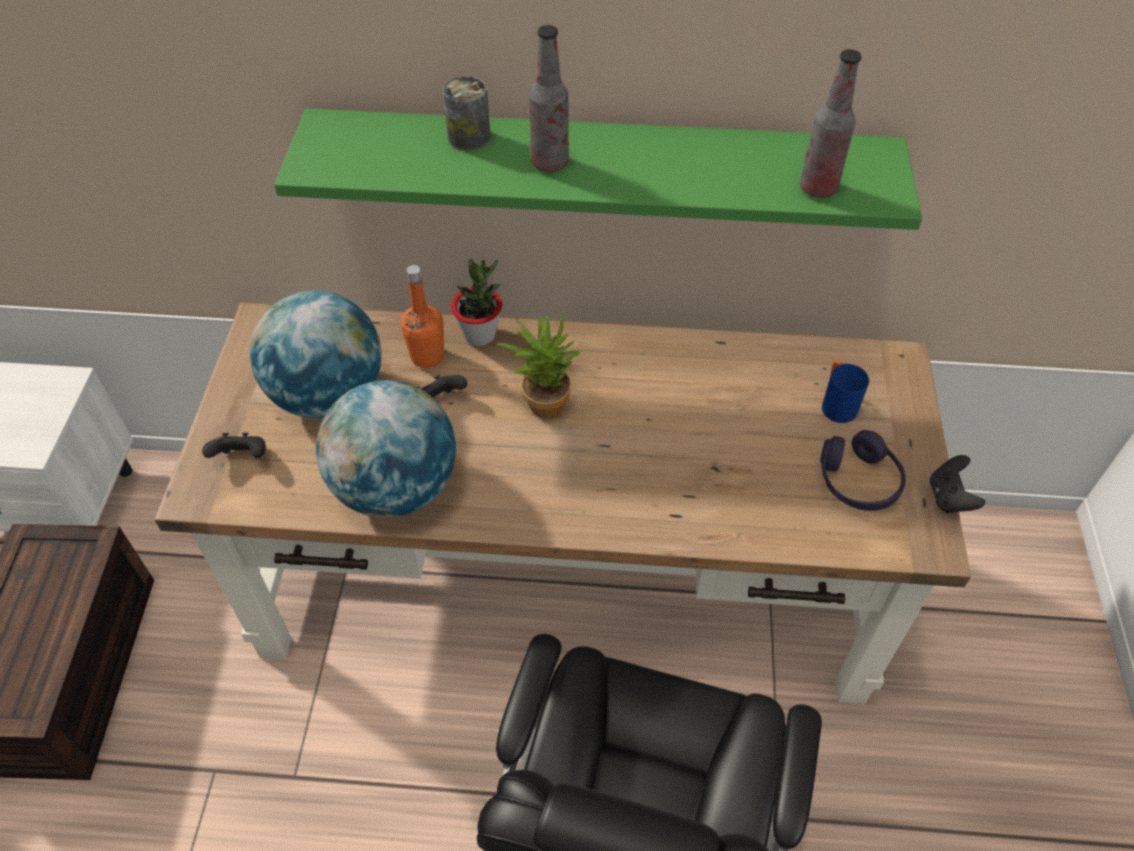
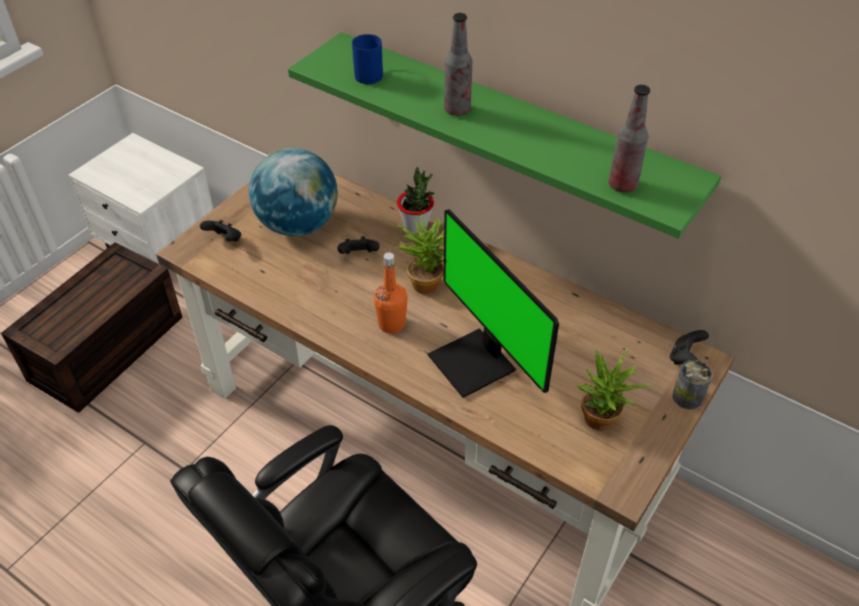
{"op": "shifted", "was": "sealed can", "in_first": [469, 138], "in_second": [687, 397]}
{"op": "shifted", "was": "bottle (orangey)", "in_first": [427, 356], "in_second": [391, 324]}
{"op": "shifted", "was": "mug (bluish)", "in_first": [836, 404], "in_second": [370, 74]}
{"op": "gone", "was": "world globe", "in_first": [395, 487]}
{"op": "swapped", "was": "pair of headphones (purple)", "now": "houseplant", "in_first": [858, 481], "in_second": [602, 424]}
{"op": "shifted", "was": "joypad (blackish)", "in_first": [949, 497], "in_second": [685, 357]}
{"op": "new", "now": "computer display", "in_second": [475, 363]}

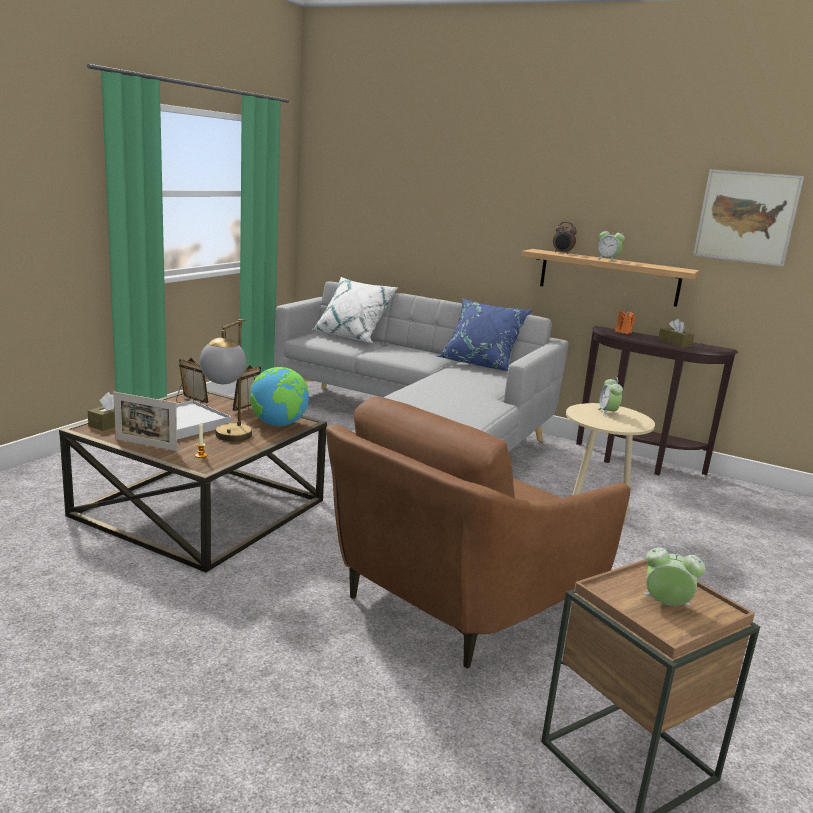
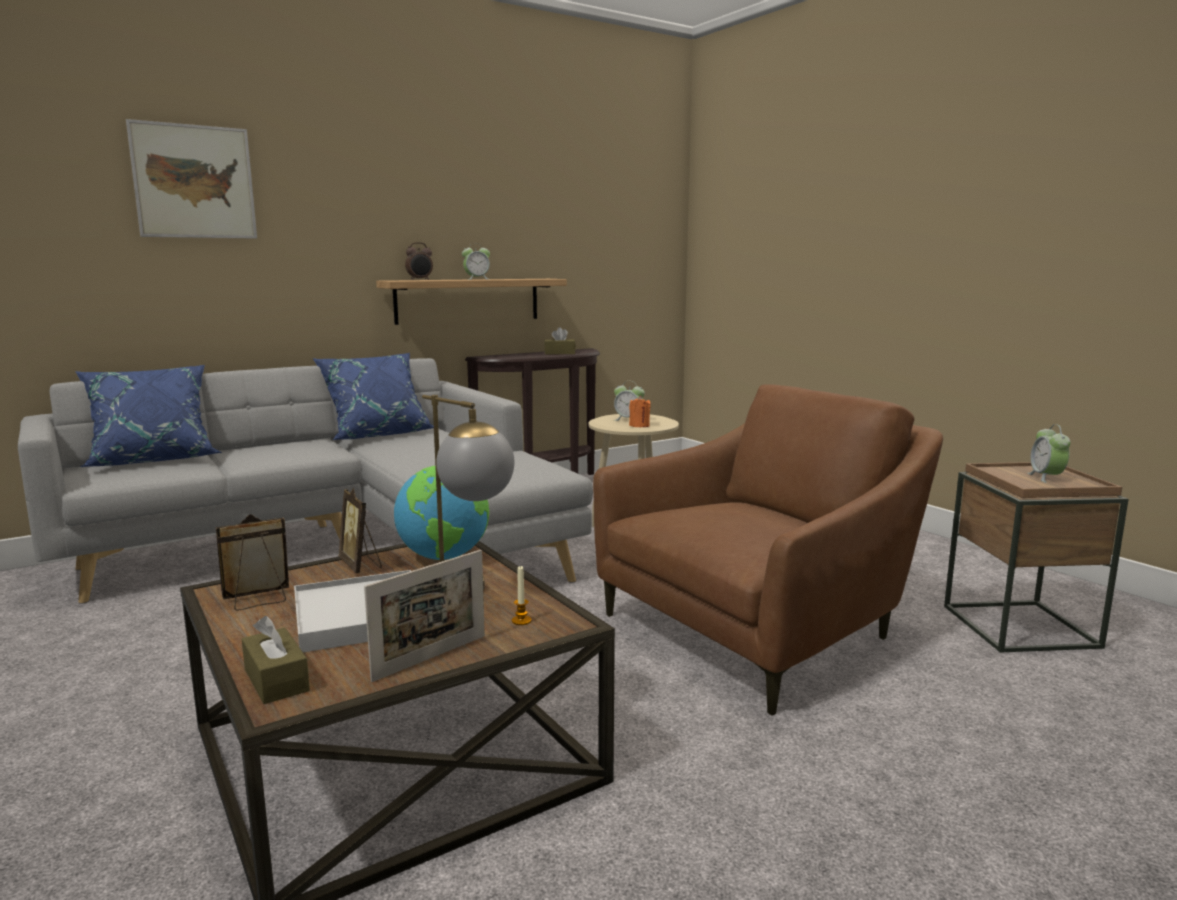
{"op": "shifted", "was": "wall art", "in_first": [746, 217], "in_second": [194, 182]}
{"op": "repainted", "was": "cushion (white-coloured)", "now": "cushion (bluish)", "in_first": [352, 337], "in_second": [153, 459]}
{"op": "shifted", "was": "candle (orangey)", "in_first": [623, 332], "in_second": [639, 425]}
{"op": "rotated", "was": "lounge chair (brownish)", "in_first": [456, 600], "in_second": [761, 629], "clockwise": -105}
{"op": "rotated", "was": "alarm clock", "in_first": [666, 604], "in_second": [1046, 478], "clockwise": -45}

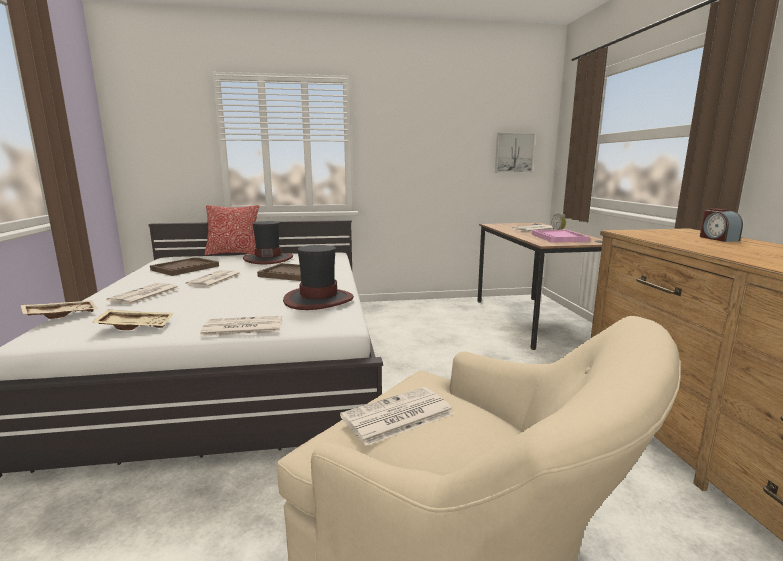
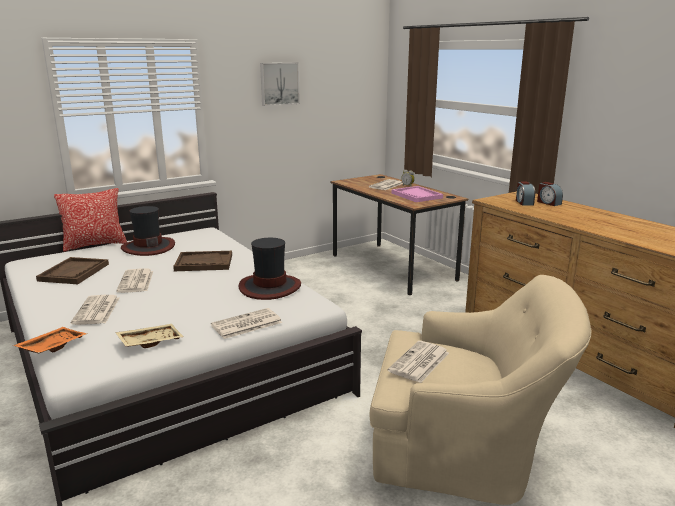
{"op": "shifted", "was": "wall art", "in_first": [513, 153], "in_second": [279, 83]}
{"op": "repainted", "was": "tray (beige)", "now": "tray (orangey)", "in_first": [61, 315], "in_second": [52, 347]}
{"op": "new", "now": "alarm clock", "in_second": [524, 202]}

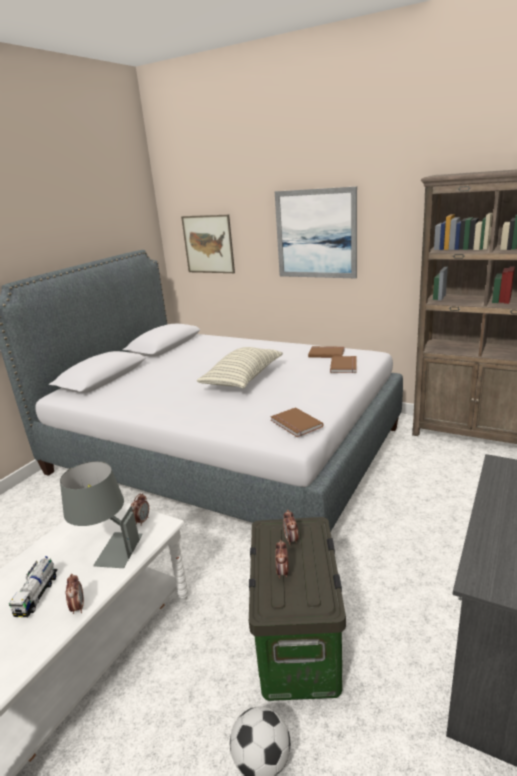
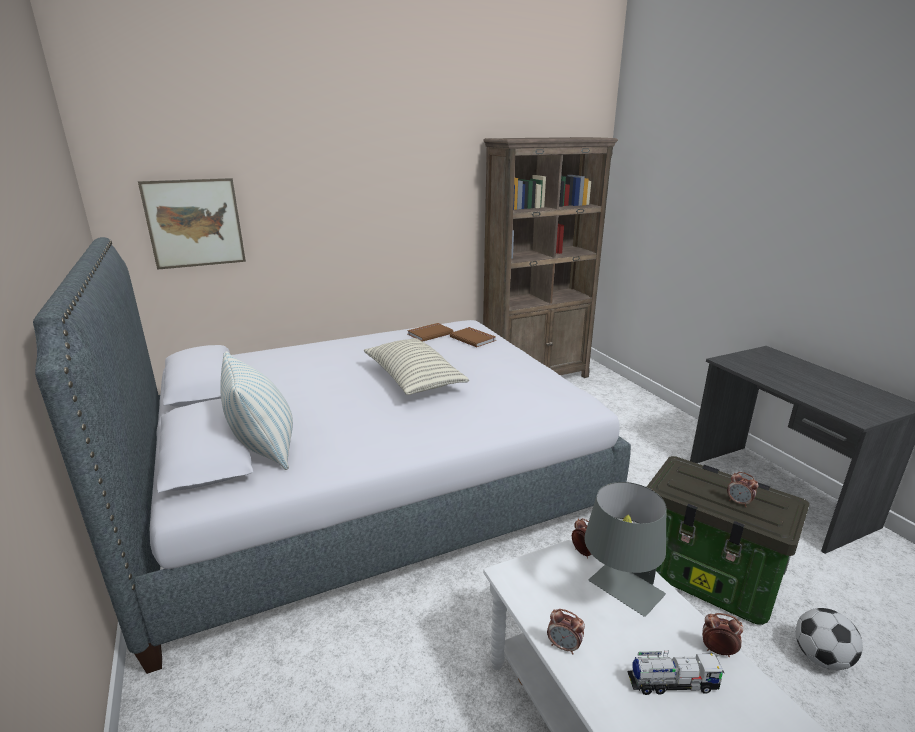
{"op": "gone", "was": "wall art", "in_first": [316, 234]}
{"op": "gone", "was": "volume (brownish)", "in_first": [295, 424]}
{"op": "shifted", "was": "alarm clock", "in_first": [291, 540], "in_second": [564, 646]}
{"op": "rotated", "was": "toy lorry", "in_first": [37, 595], "in_second": [672, 683], "clockwise": -45}
{"op": "new", "now": "cushion", "in_second": [263, 448]}

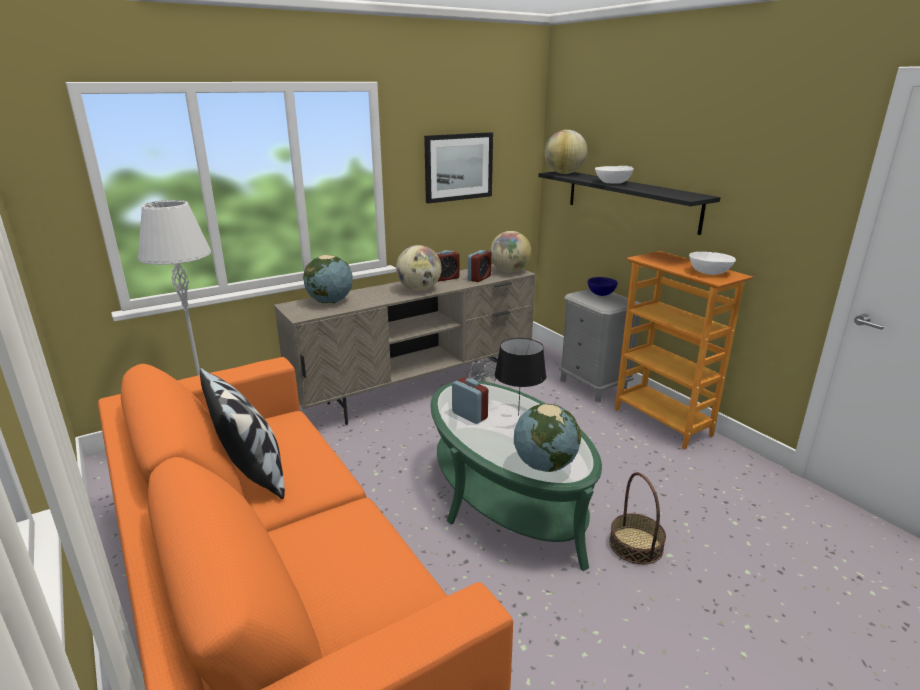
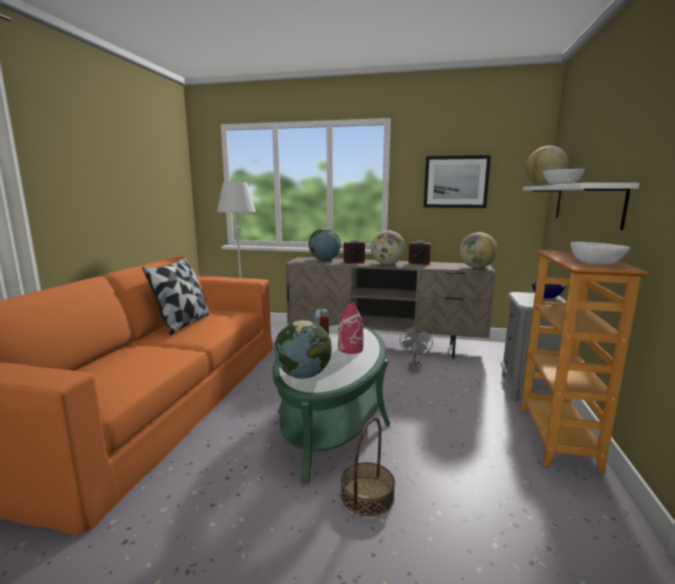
{"op": "repainted", "was": "bracket shelf (blackish)", "now": "bracket shelf (white-coloured)", "in_first": [630, 200], "in_second": [585, 204]}
{"op": "shifted", "was": "alarm clock", "in_first": [479, 278], "in_second": [353, 262]}
{"op": "swapped", "was": "tabletop lamp (blackish)", "now": "flower vase (red-coloured)", "in_first": [518, 415], "in_second": [350, 349]}

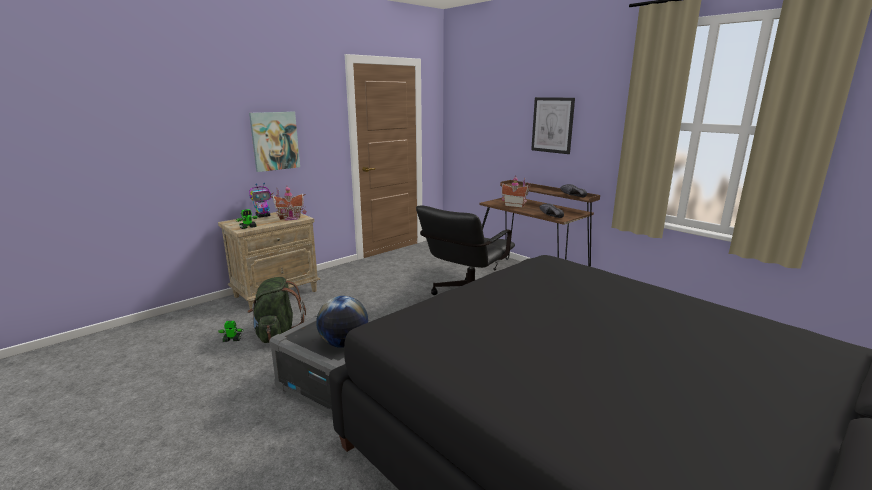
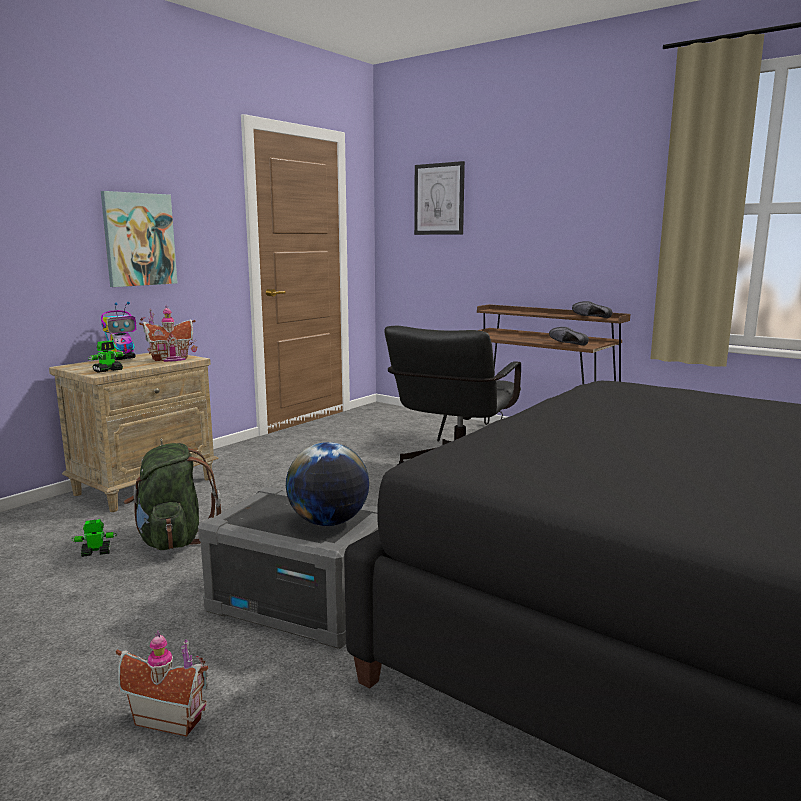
{"op": "shifted", "was": "wall art", "in_first": [552, 125], "in_second": [439, 199]}
{"op": "shifted", "was": "toy house", "in_first": [514, 205], "in_second": [170, 717]}

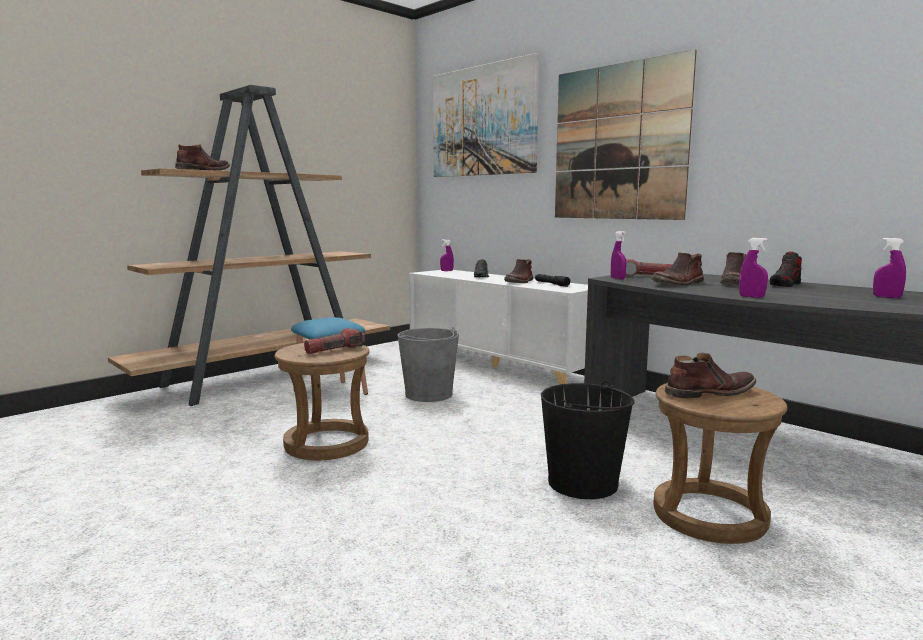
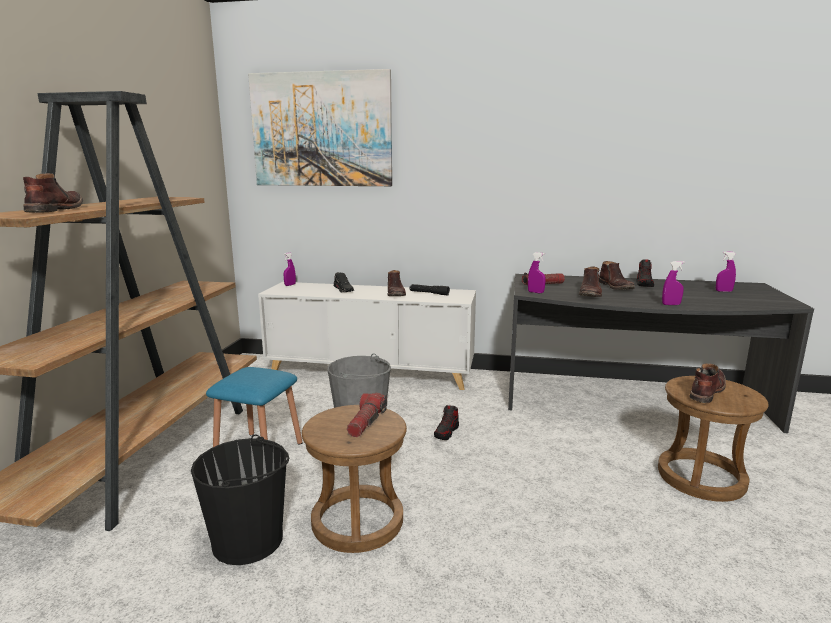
{"op": "gone", "was": "wall art", "in_first": [619, 142]}
{"op": "shifted", "was": "water bucket (blackish)", "in_first": [583, 483], "in_second": [248, 540]}
{"op": "new", "now": "low shoe", "in_second": [446, 432]}

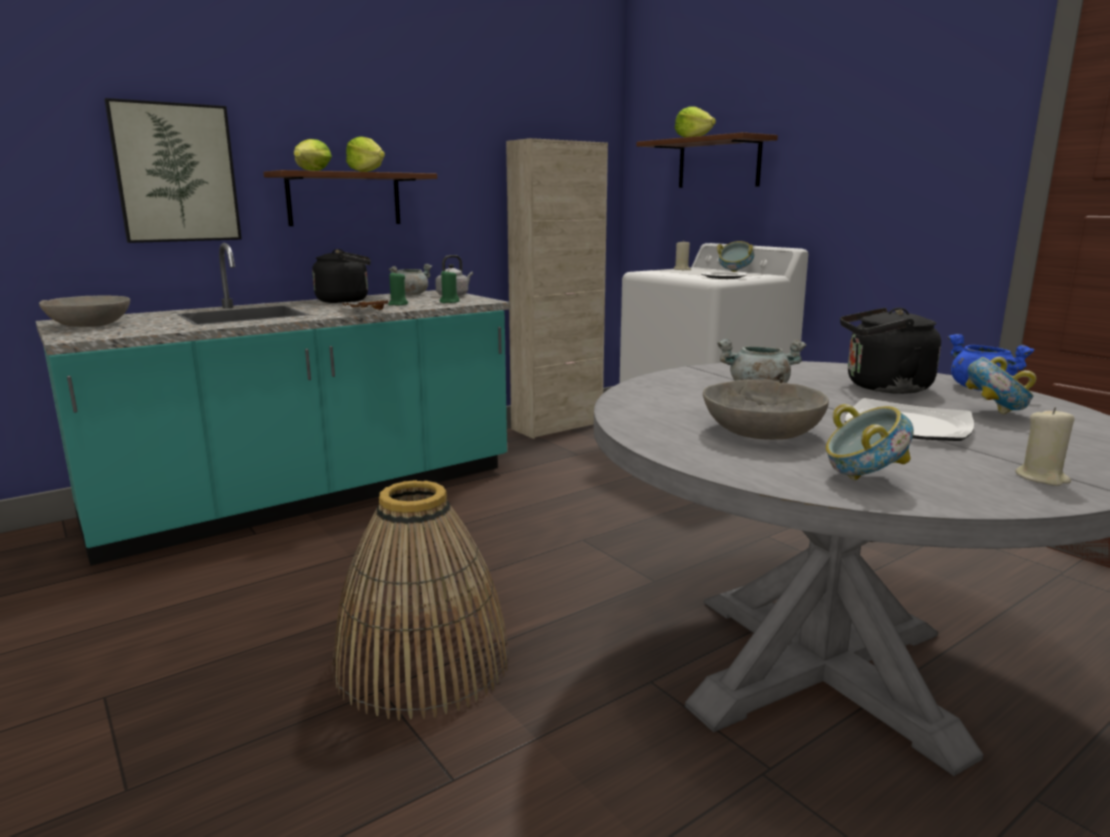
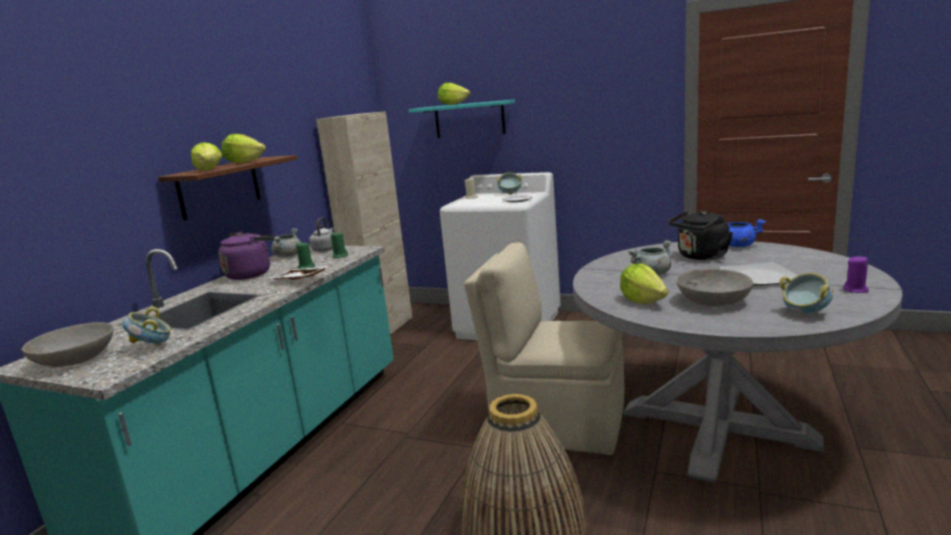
{"op": "gone", "was": "wall art", "in_first": [176, 173]}
{"op": "repainted", "was": "bracket shelf (brownish)", "now": "bracket shelf (blue-green)", "in_first": [718, 163], "in_second": [469, 119]}
{"op": "repainted", "was": "kettle (blackish)", "now": "kettle (purple)", "in_first": [346, 301], "in_second": [251, 274]}
{"op": "shifted", "was": "deep dish", "in_first": [995, 414], "in_second": [152, 347]}
{"op": "repainted", "was": "candle (beige)", "now": "candle (purple)", "in_first": [1042, 478], "in_second": [855, 290]}
{"op": "new", "now": "chair (beige)", "in_second": [555, 422]}
{"op": "new", "now": "lettuce head", "in_second": [643, 300]}

